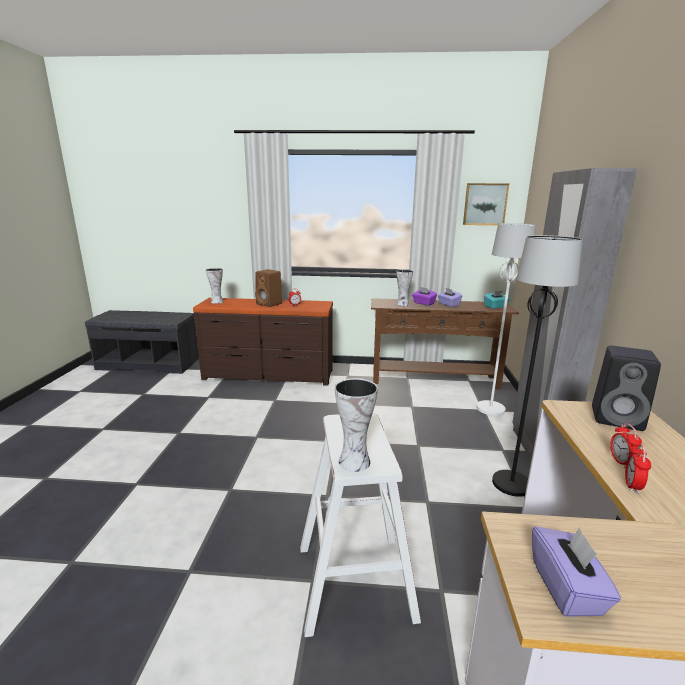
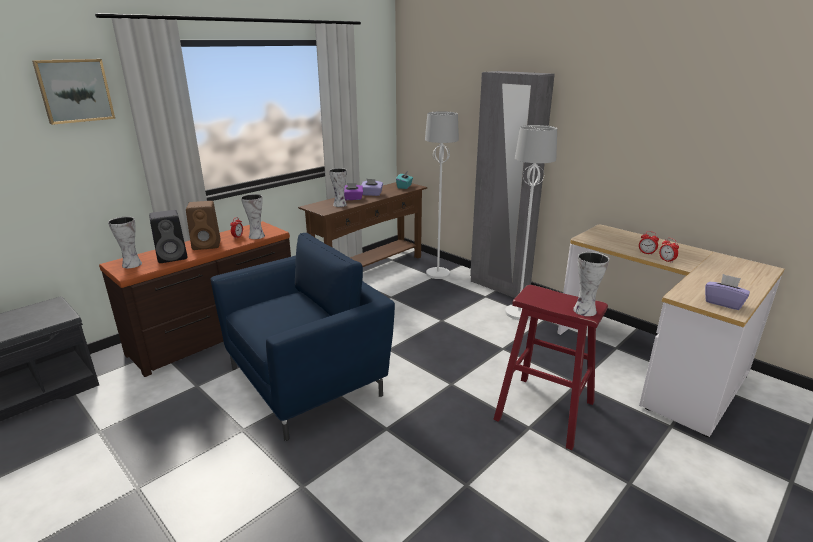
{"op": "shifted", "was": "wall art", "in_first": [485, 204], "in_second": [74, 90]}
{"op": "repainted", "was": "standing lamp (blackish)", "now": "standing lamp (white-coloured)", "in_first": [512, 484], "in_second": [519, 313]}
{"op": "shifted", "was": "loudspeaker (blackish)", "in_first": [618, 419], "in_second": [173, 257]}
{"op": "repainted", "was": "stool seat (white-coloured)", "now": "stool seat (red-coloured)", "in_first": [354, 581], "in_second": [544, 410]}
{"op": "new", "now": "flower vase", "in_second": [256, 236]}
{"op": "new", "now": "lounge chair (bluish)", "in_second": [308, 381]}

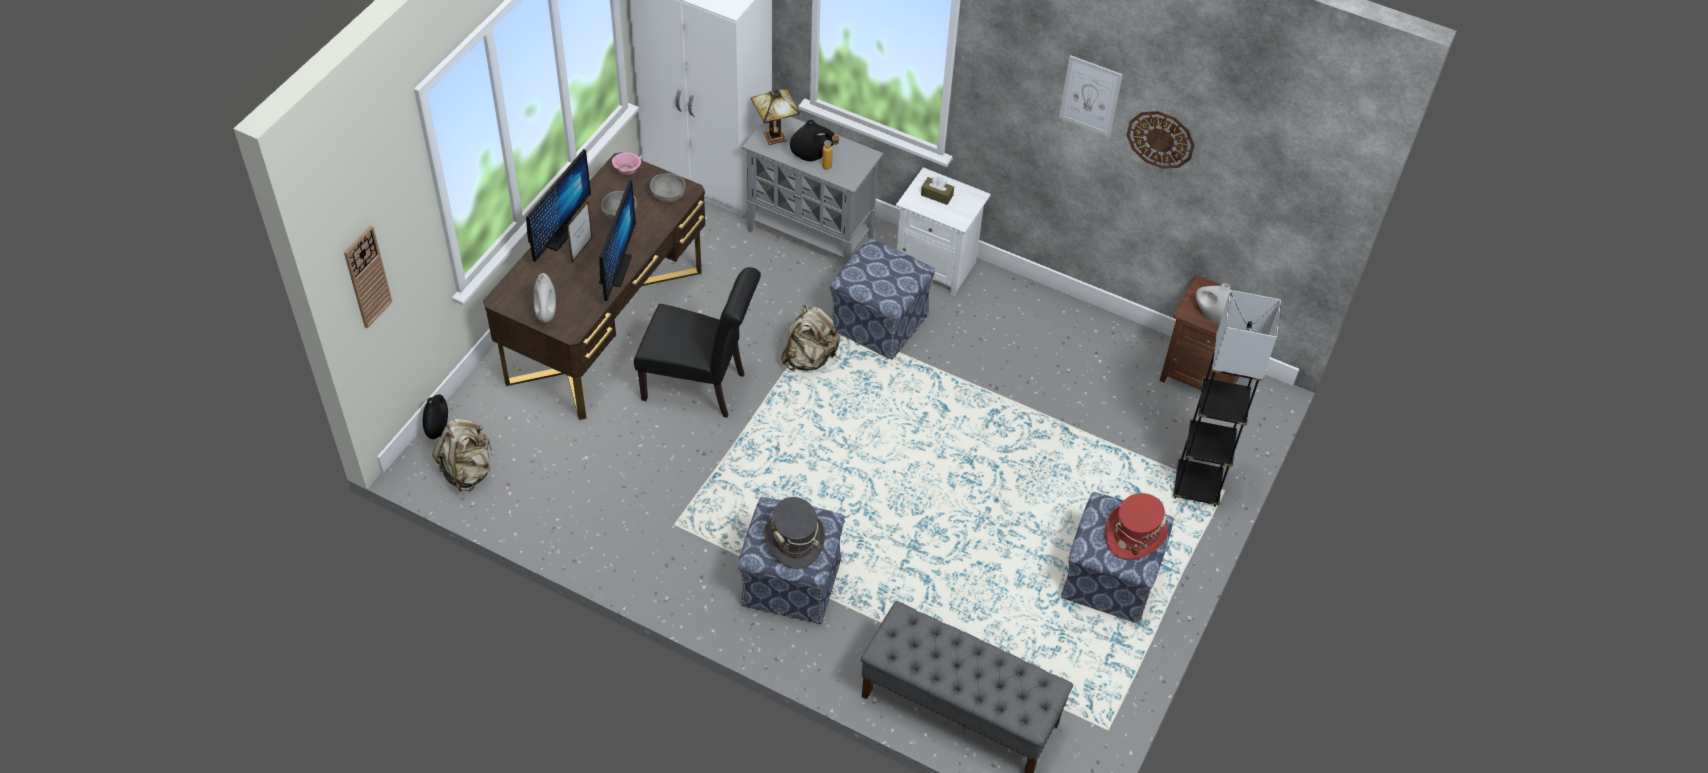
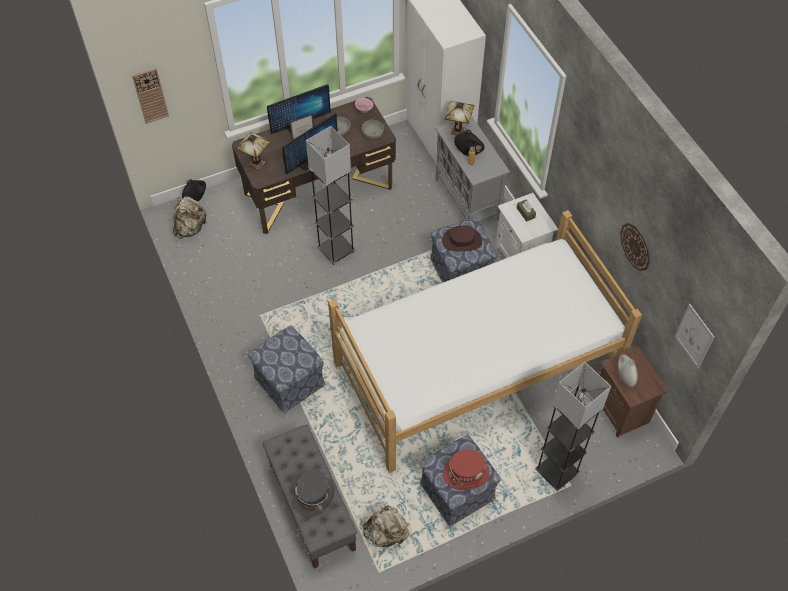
{"op": "shifted", "was": "wall art", "in_first": [1090, 95], "in_second": [694, 336]}
{"op": "swapped", "was": "chair (blackish)", "now": "standing lamp (gray)", "in_first": [700, 387], "in_second": [336, 251]}
{"op": "swapped", "was": "flower vase (white-coloured)", "now": "tabletop lamp", "in_first": [546, 313], "in_second": [256, 164]}
{"op": "shifted", "was": "backpack (beige)", "in_first": [809, 358], "in_second": [386, 534]}
{"op": "shifted", "was": "wearable hat (gray)", "in_first": [794, 540], "in_second": [314, 496]}
{"op": "new", "now": "bed", "in_second": [477, 368]}
{"op": "new", "now": "wearable hat (brownish)", "in_second": [462, 241]}

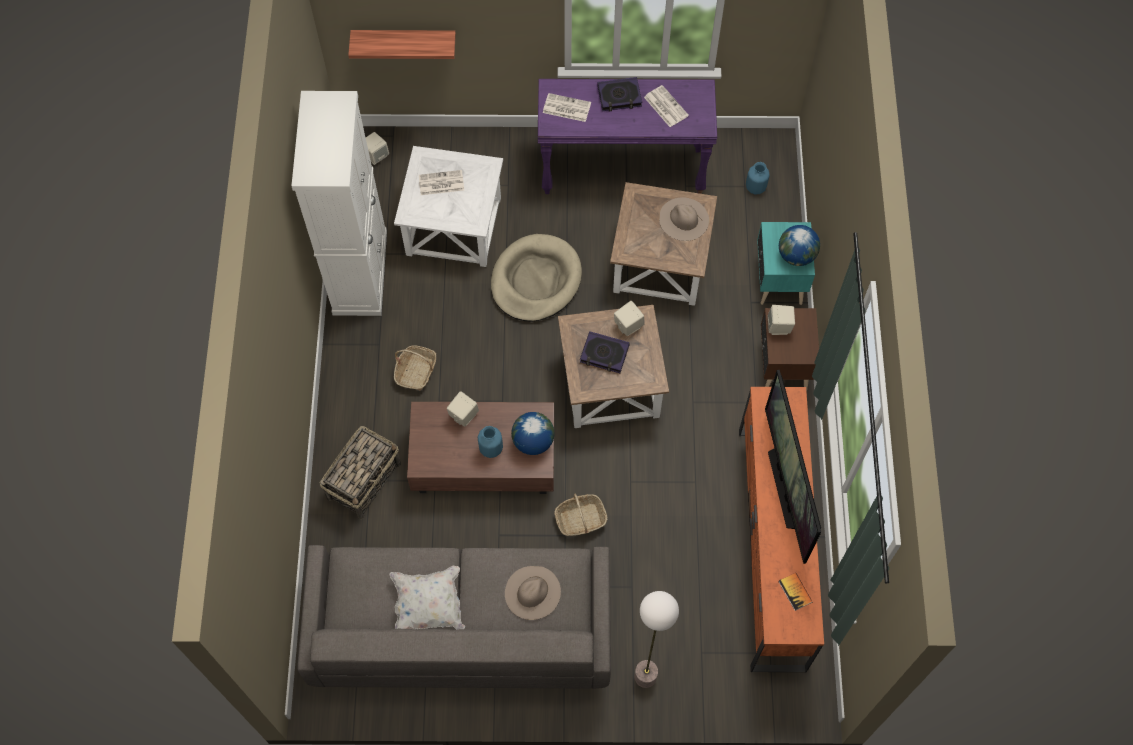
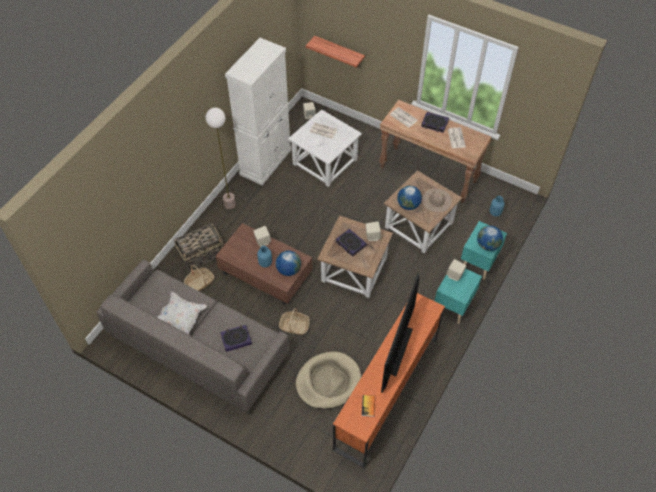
{"op": "repainted", "was": "console table (purple)", "now": "console table (brownish)", "in_first": [623, 170], "in_second": [428, 174]}
{"op": "shifted", "was": "pet bed (beige)", "in_first": [535, 280], "in_second": [328, 381]}
{"op": "repainted", "was": "bedside table (brownish)", "now": "bedside table (blue-green)", "in_first": [782, 366], "in_second": [453, 305]}
{"op": "shifted", "was": "household basket", "in_first": [416, 371], "in_second": [200, 283]}
{"op": "swapped", "was": "wearable hat (beige)", "now": "volume", "in_first": [532, 592], "in_second": [236, 339]}
{"op": "shifted", "was": "standing lamp", "in_first": [645, 677], "in_second": [229, 204]}
{"op": "new", "now": "world globe", "in_second": [408, 205]}

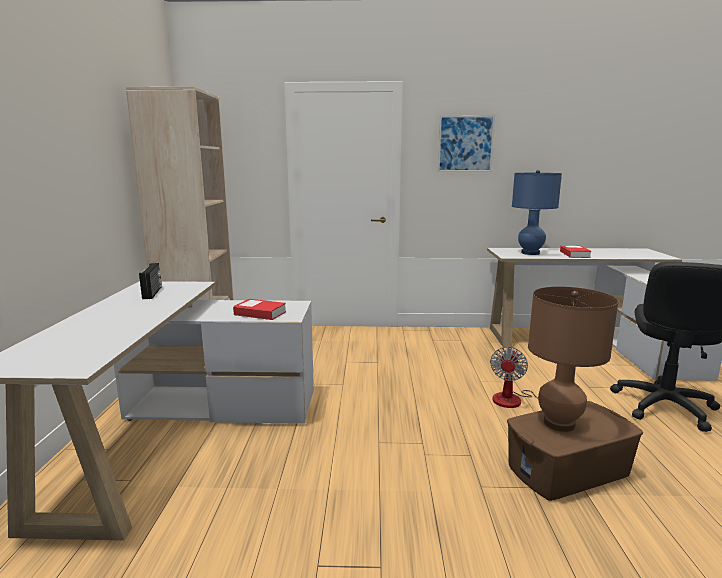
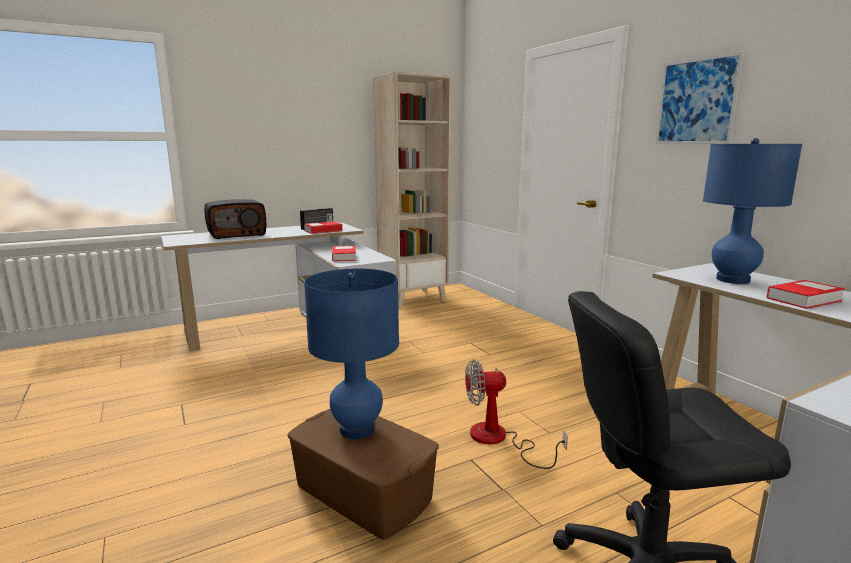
{"op": "repainted", "was": "tabletop lamp (brownish)", "now": "tabletop lamp (bluish)", "in_first": [559, 423], "in_second": [357, 429]}
{"op": "new", "now": "radio set", "in_second": [237, 234]}
{"op": "new", "now": "volume", "in_second": [323, 231]}

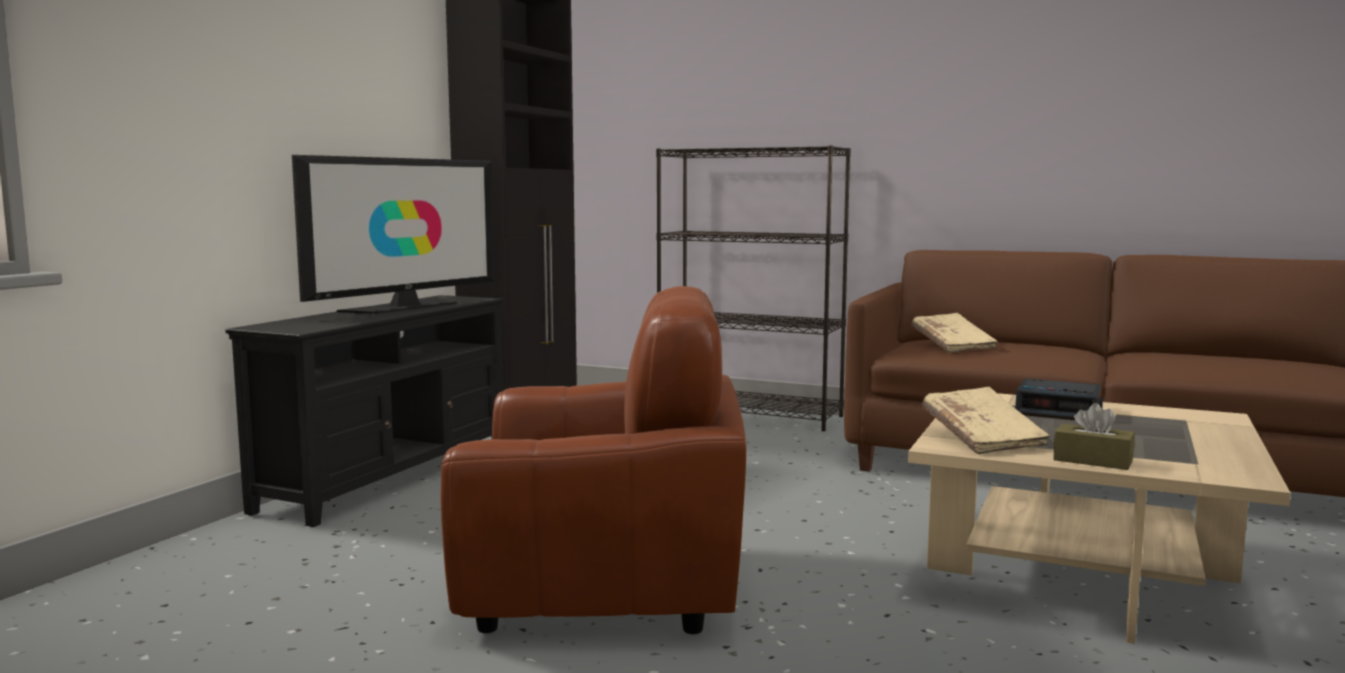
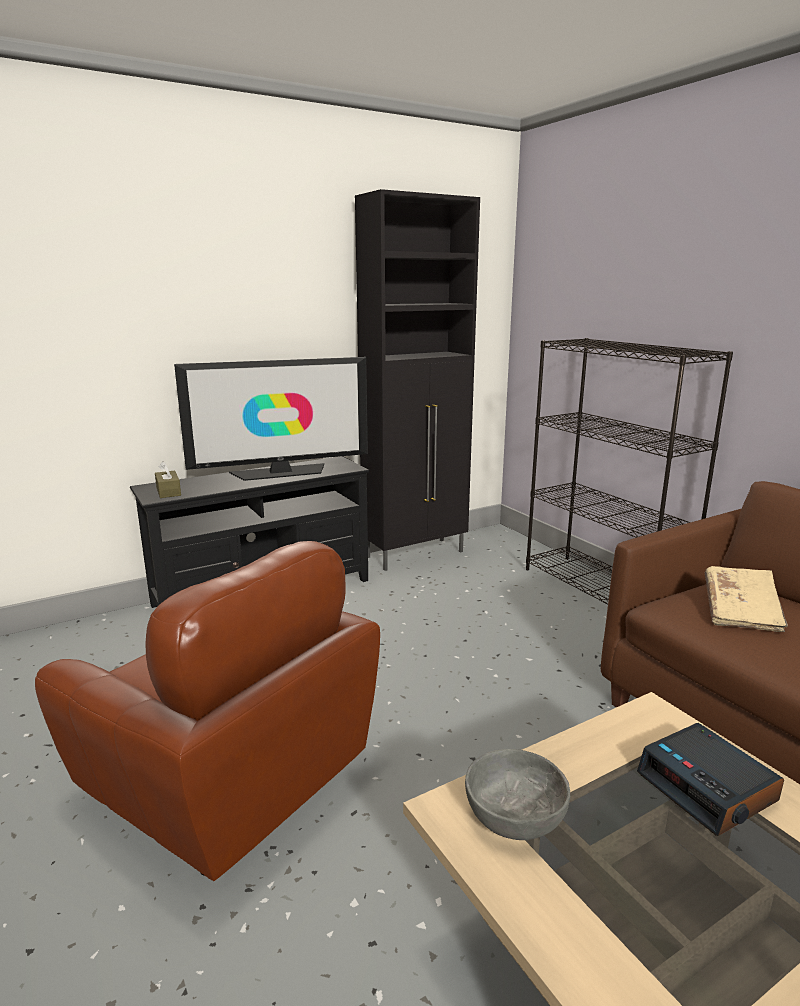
{"op": "swapped", "was": "volume (beige)", "now": "deep dish (gray)", "in_first": [982, 439], "in_second": [514, 815]}
{"op": "shifted", "was": "tissue holder (brownish)", "in_first": [1092, 460], "in_second": [168, 491]}

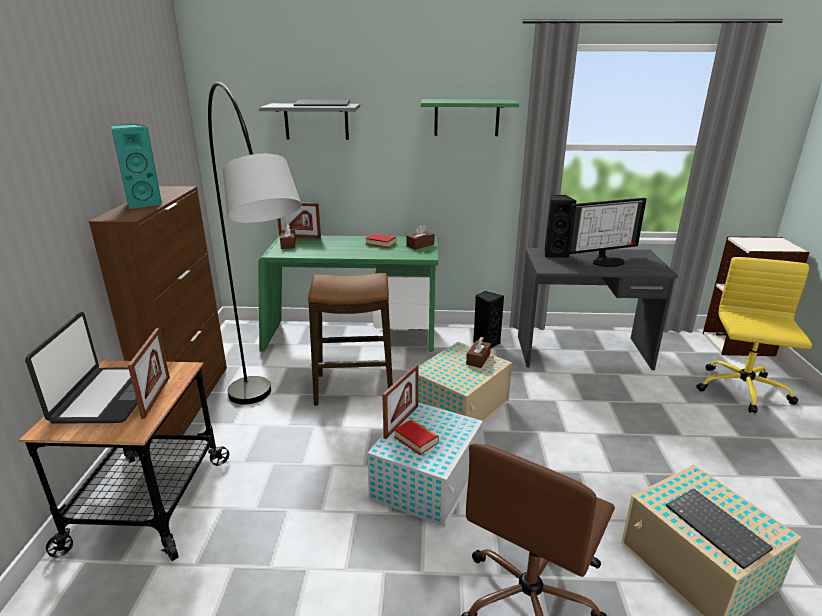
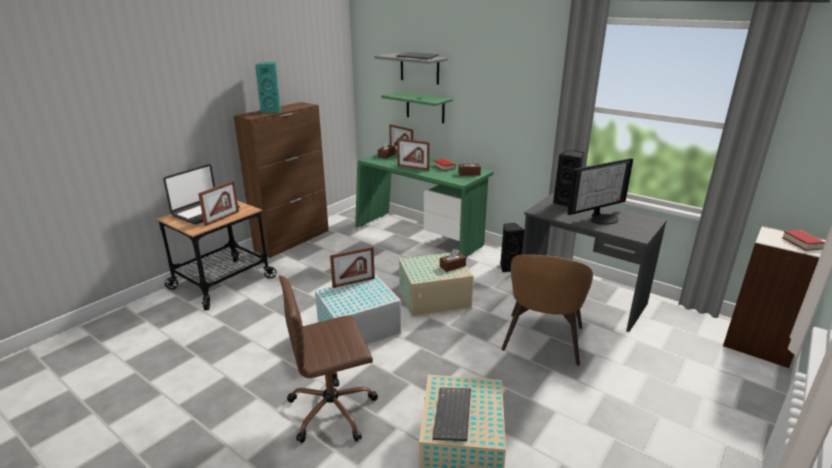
{"op": "gone", "was": "standing lamp (gray)", "in_first": [272, 436]}
{"op": "shifted", "was": "bracket shelf (green)", "in_first": [466, 117], "in_second": [425, 107]}
{"op": "rotated", "was": "computer display", "in_first": [606, 261], "in_second": [602, 218], "clockwise": -45}
{"op": "gone", "was": "office chair (yellow)", "in_first": [742, 390]}
{"op": "gone", "was": "stool seat", "in_first": [354, 389]}
{"op": "shifted", "was": "volume", "in_first": [416, 440], "in_second": [802, 243]}
{"op": "new", "now": "photo frame", "in_second": [413, 168]}
{"op": "new", "now": "chair (brownish)", "in_second": [542, 340]}

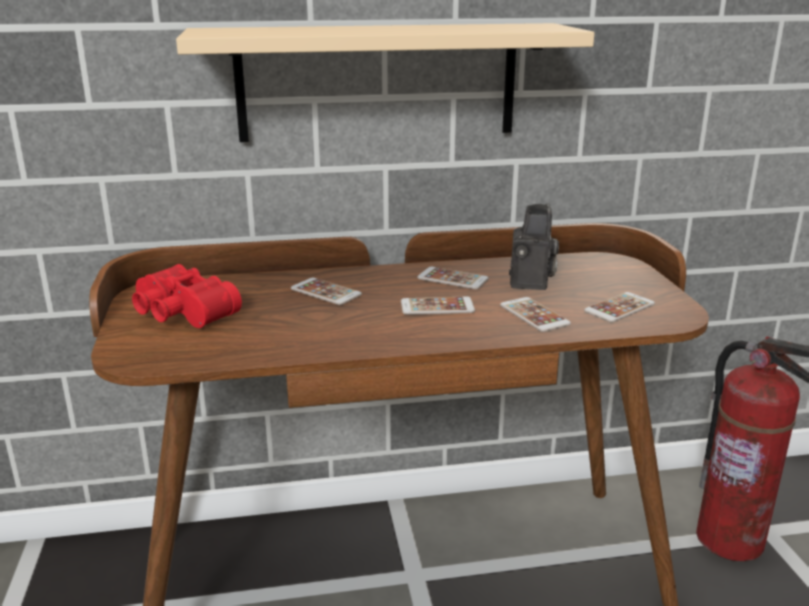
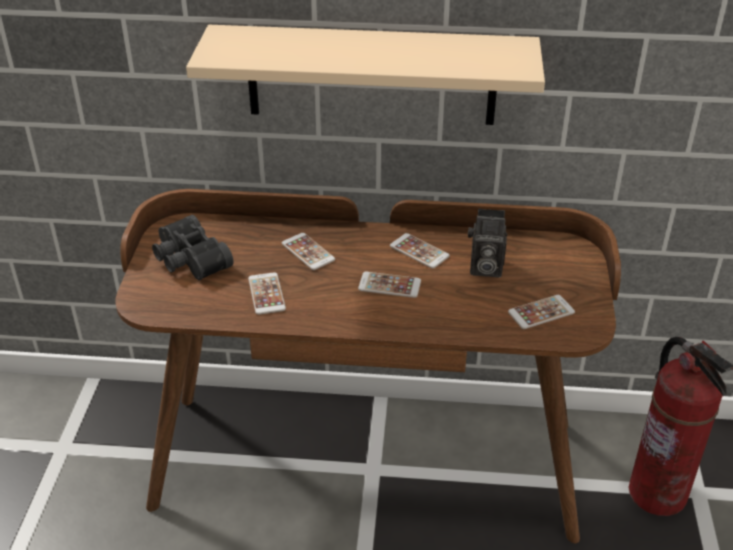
{"op": "rotated", "was": "still camera", "in_first": [531, 283], "in_second": [483, 268], "clockwise": 75}
{"op": "repainted", "was": "binoculars (red-coloured)", "now": "binoculars (blackish)", "in_first": [180, 314], "in_second": [188, 260]}
{"op": "shifted", "was": "phone", "in_first": [534, 315], "in_second": [266, 294]}

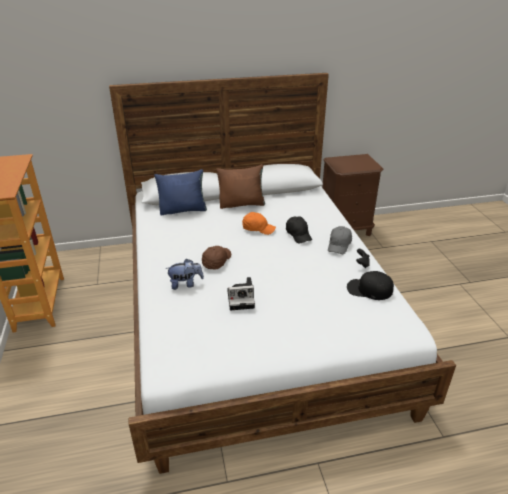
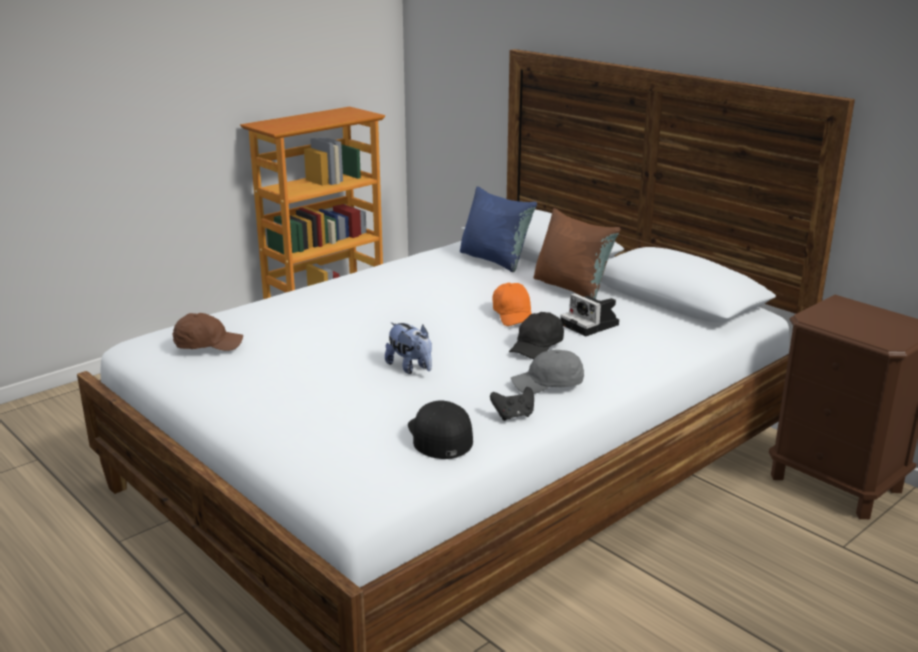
{"op": "shifted", "was": "baseball cap (brownish)", "in_first": [216, 261], "in_second": [208, 344]}
{"op": "shifted", "was": "plush toy", "in_first": [185, 284], "in_second": [410, 368]}
{"op": "shifted", "was": "still camera", "in_first": [242, 299], "in_second": [591, 325]}

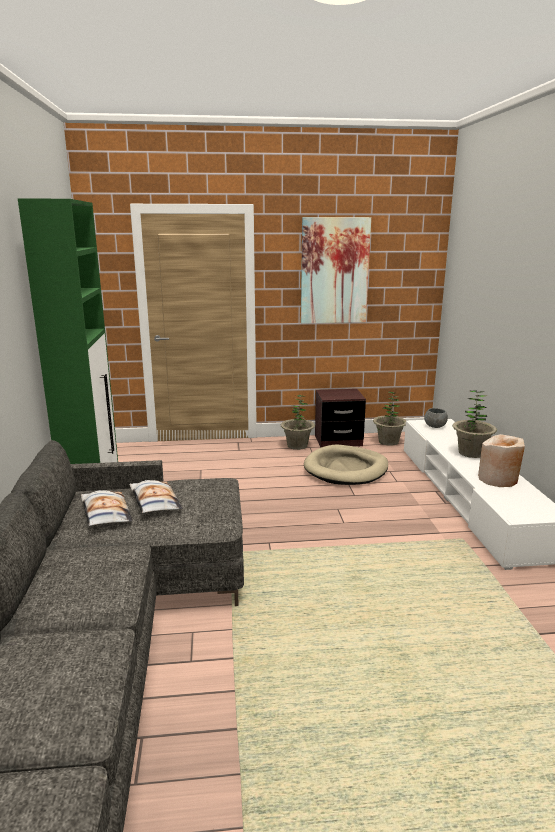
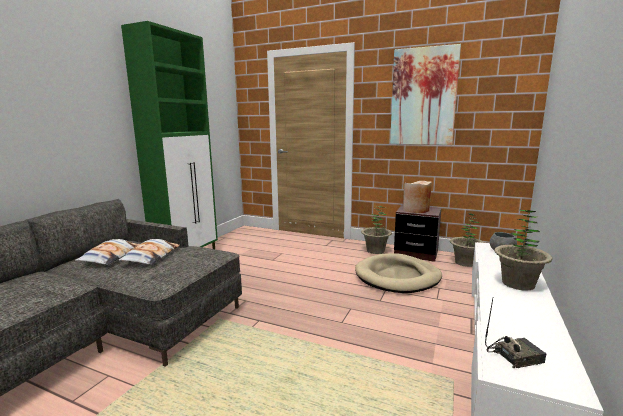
{"op": "shifted", "was": "flower vase (beige)", "in_first": [498, 479], "in_second": [416, 210]}
{"op": "new", "now": "radio set", "in_second": [514, 356]}

